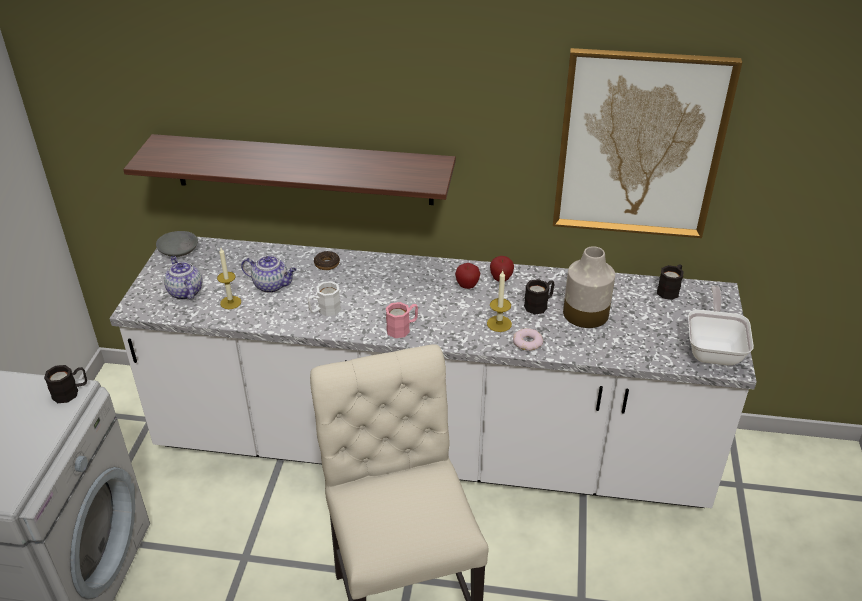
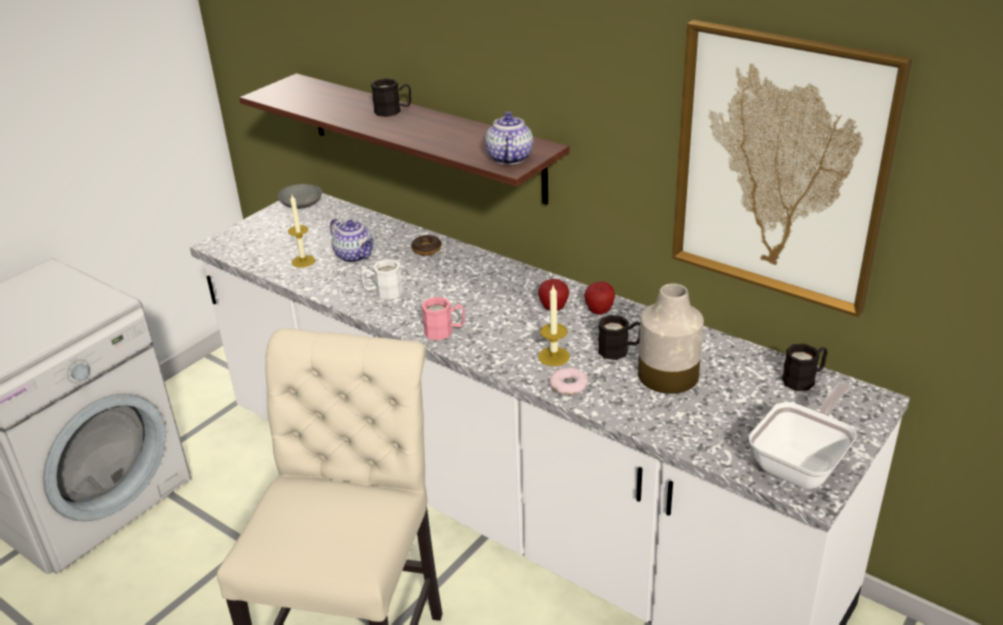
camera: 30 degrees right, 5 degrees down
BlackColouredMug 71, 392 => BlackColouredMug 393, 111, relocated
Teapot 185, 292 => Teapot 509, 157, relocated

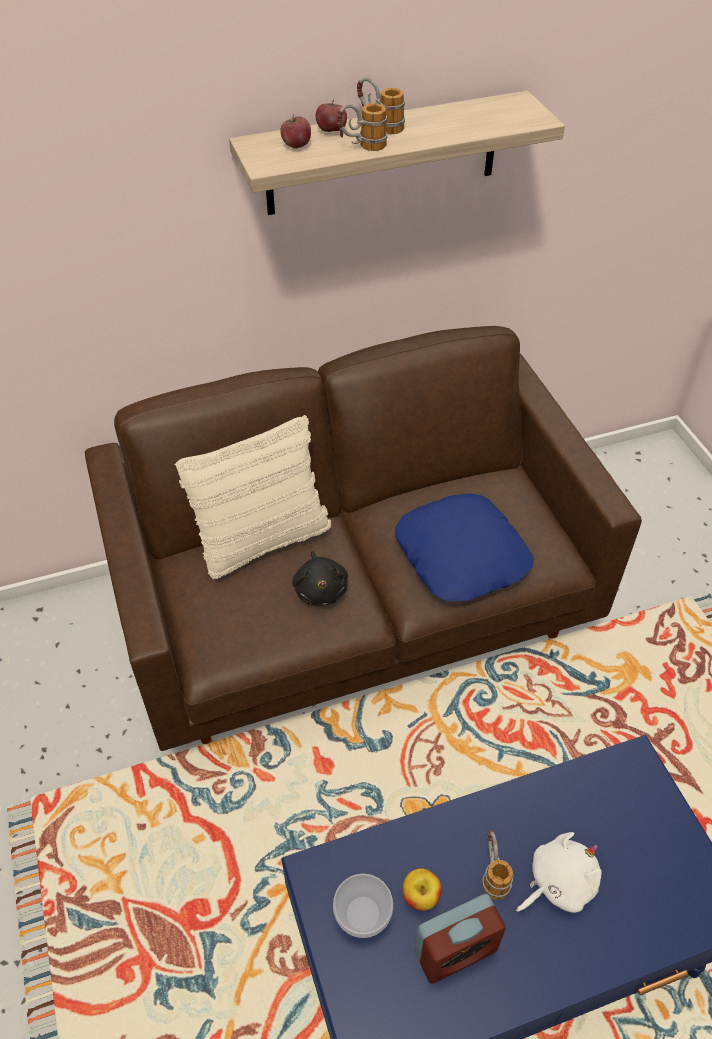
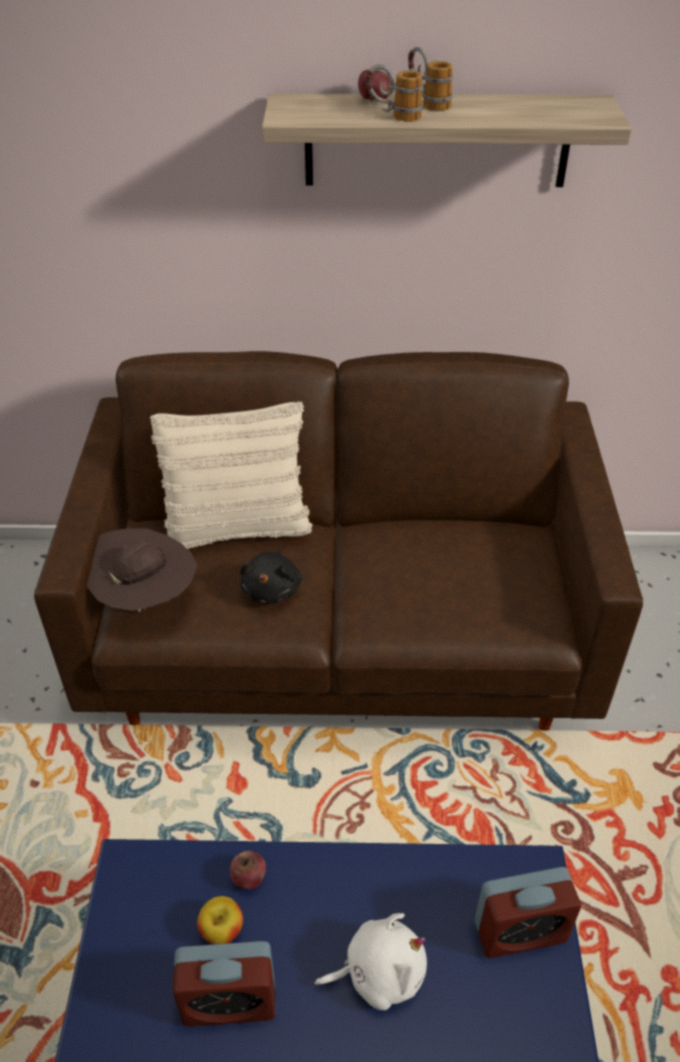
camera: 20 degrees right, 5 degrees down
WholeApple 296, 145 => WholeApple 249, 877, relocated
ServingBowl 361, 912 => nothing
BlueColouredPillow 462, 555 => nothing
Mug 492, 872 => nothing
nothing => BrownColouredWearableHat 146, 598
nothing => TableClock 520, 931

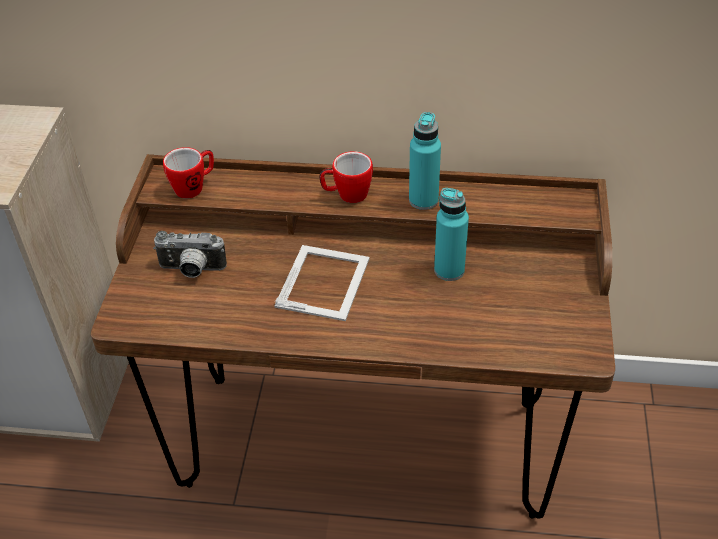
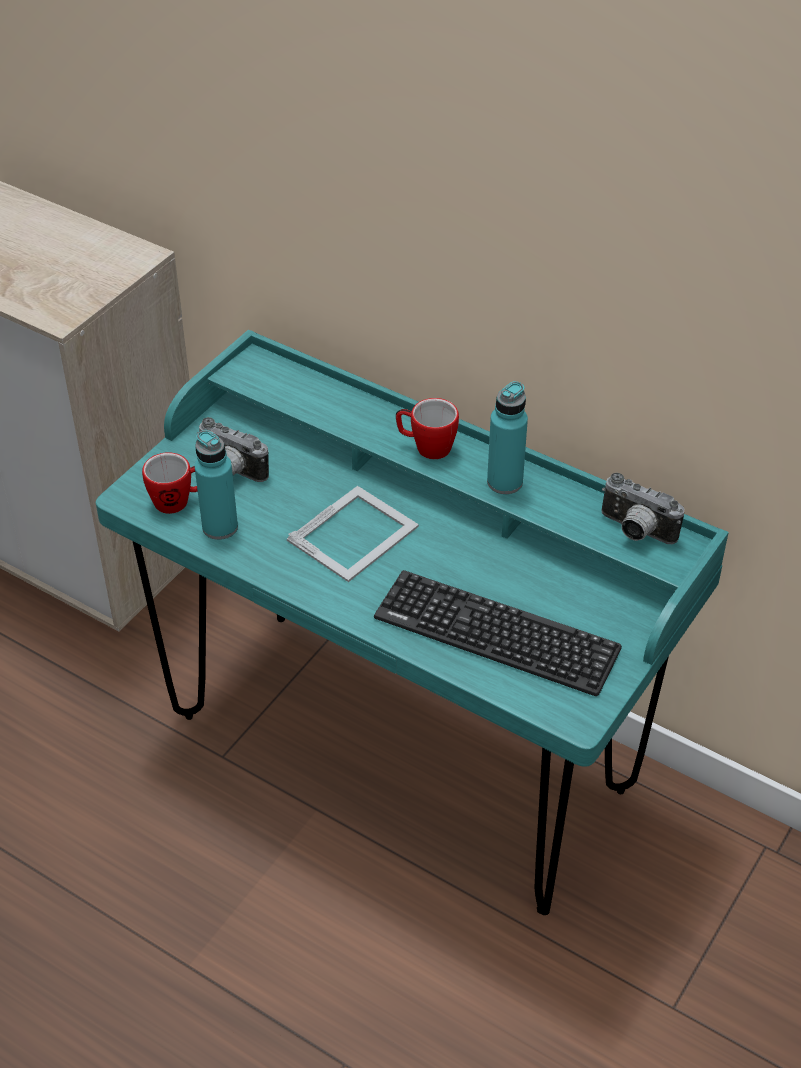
camera: 25 degrees right, 0 degrees up
BrownColouredDeskTable 365, 442 => TurquoiseColouredDeskTable 402, 751
Mug 194, 187 => Mug 179, 501, relocated
TurquoiseColouredDrinkBottle 449, 270 => TurquoiseColouredDrinkBottle 220, 527, relocated
nothing => Keyboard 496, 633
nothing => StillCamera 635, 531

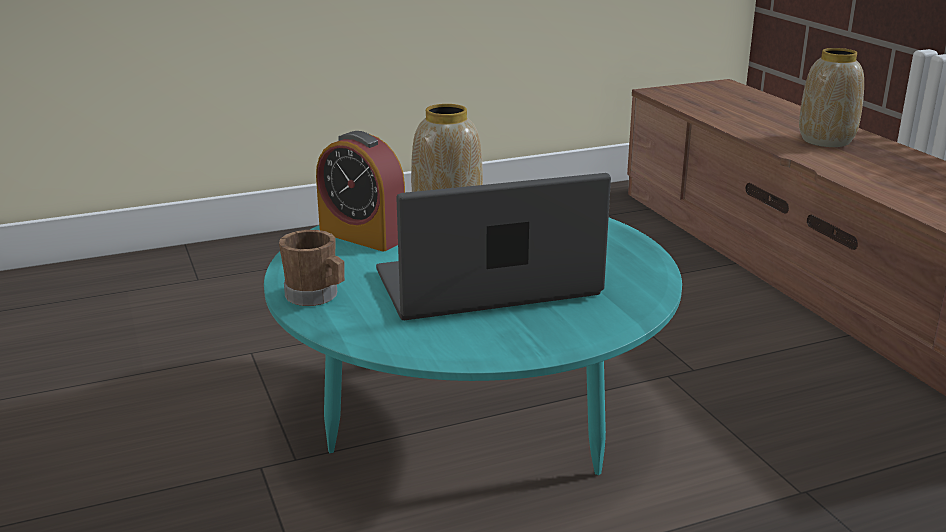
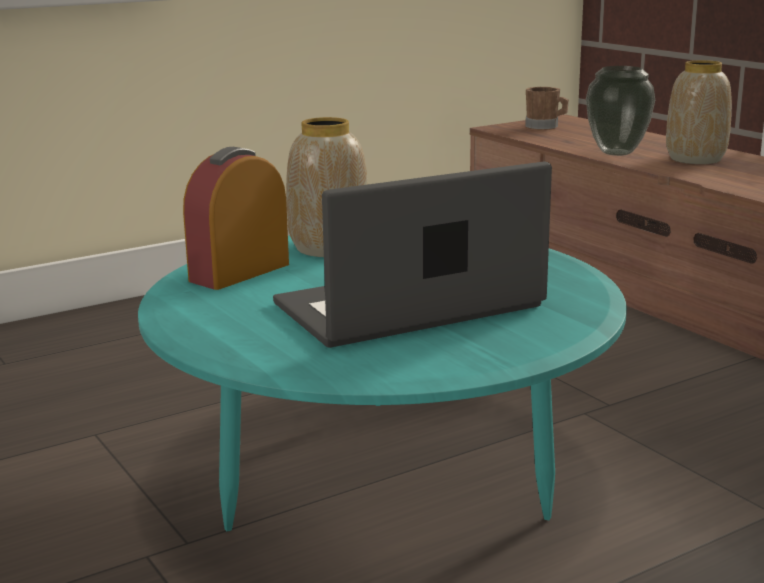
camera: 10 degrees left, 5 degrees down
BrownColouredMug 316, 296 => BrownColouredMug 545, 127, relocated
TableClock 362, 236 => TableClock 239, 272, 105 degrees clockwise
nothing => FlowerVase 616, 153

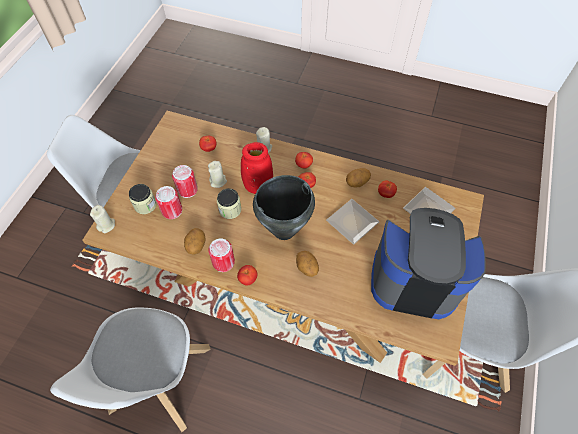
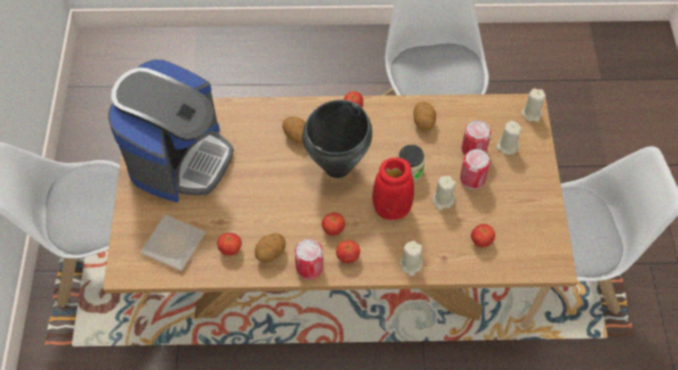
camera: 160 degrees right, 0 degrees up
Jar 145, 205 => SandColouredWaxLight 507, 146
SealedCan 223, 262 => SealedCan 309, 267, relocated
DinnerPlate 352, 221 => nothing
CoffeeBrewer 414, 279 => CoffeeBrewer 180, 158, 60 degrees counterclockwise

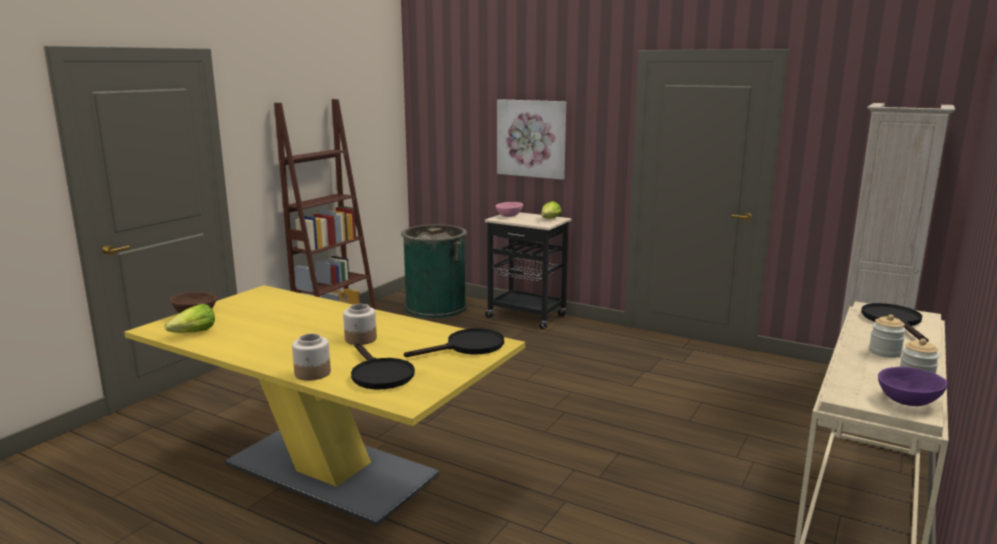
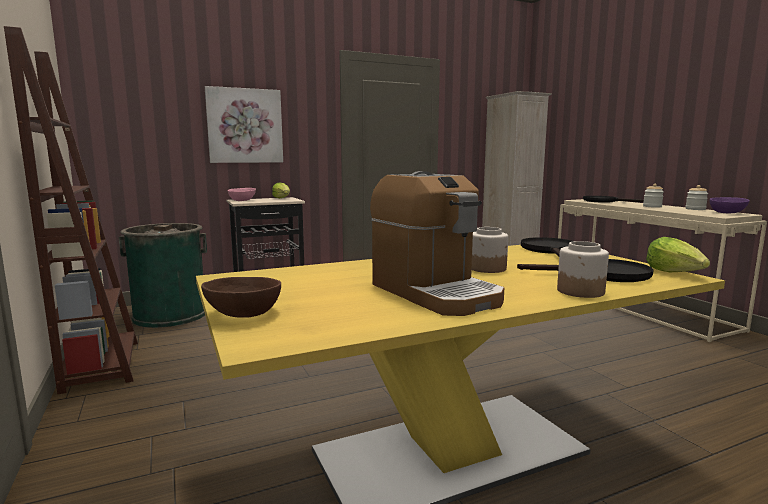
camera: 55 degrees left, 5 degrees down
Lettuce 194, 333 => Lettuce 675, 273, relocated
nothing => CoffeeBrewer 435, 293

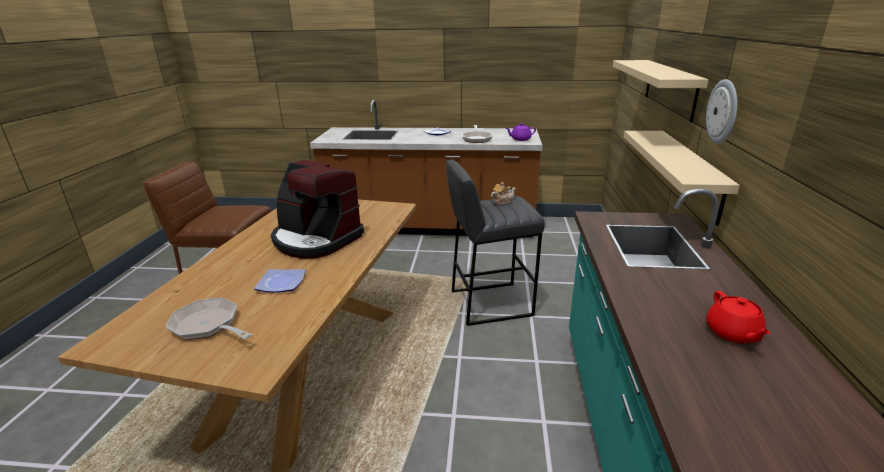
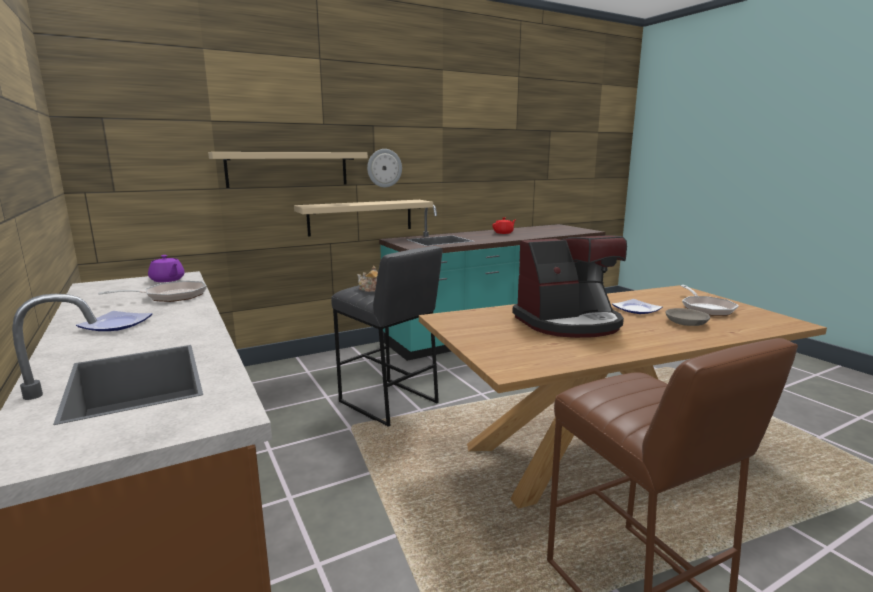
camera: 125 degrees left, 10 degrees down
CoffeeBrewer 316, 239 => CoffeeBrewer 569, 323, 75 degrees clockwise
nothing => GrayServingBowl 686, 323

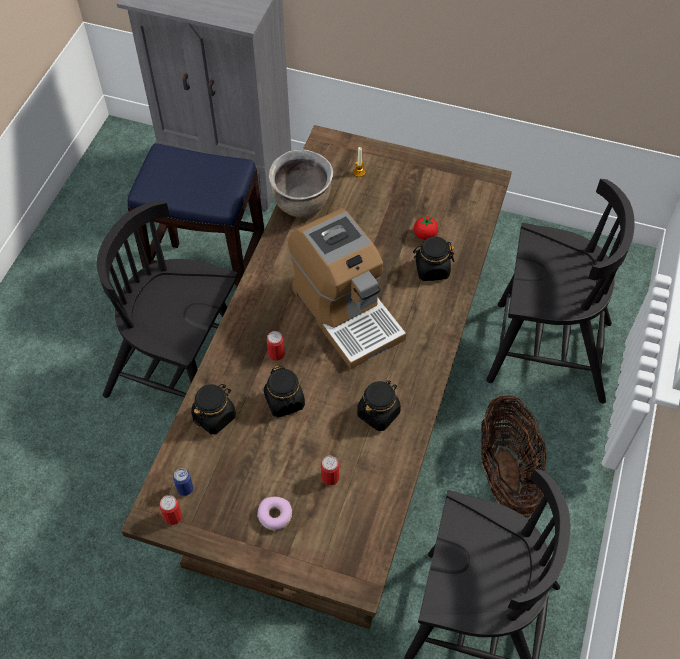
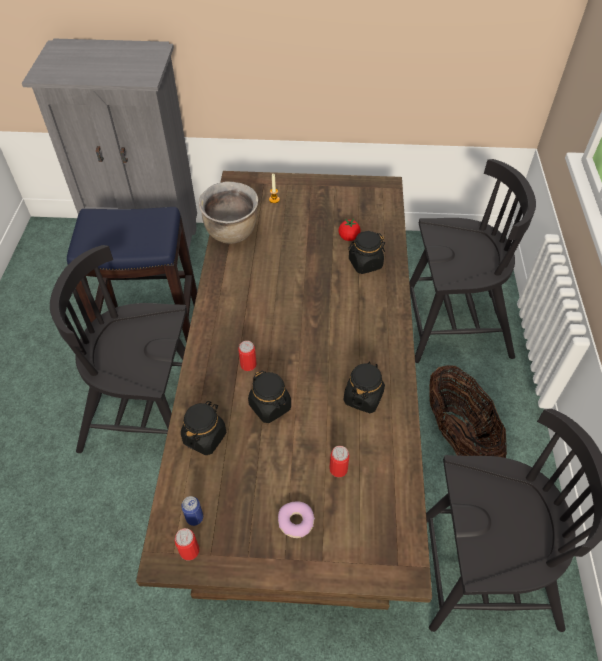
camera: 15 degrees left, 5 degrees down
CoffeeBrewer 346, 312 => nothing

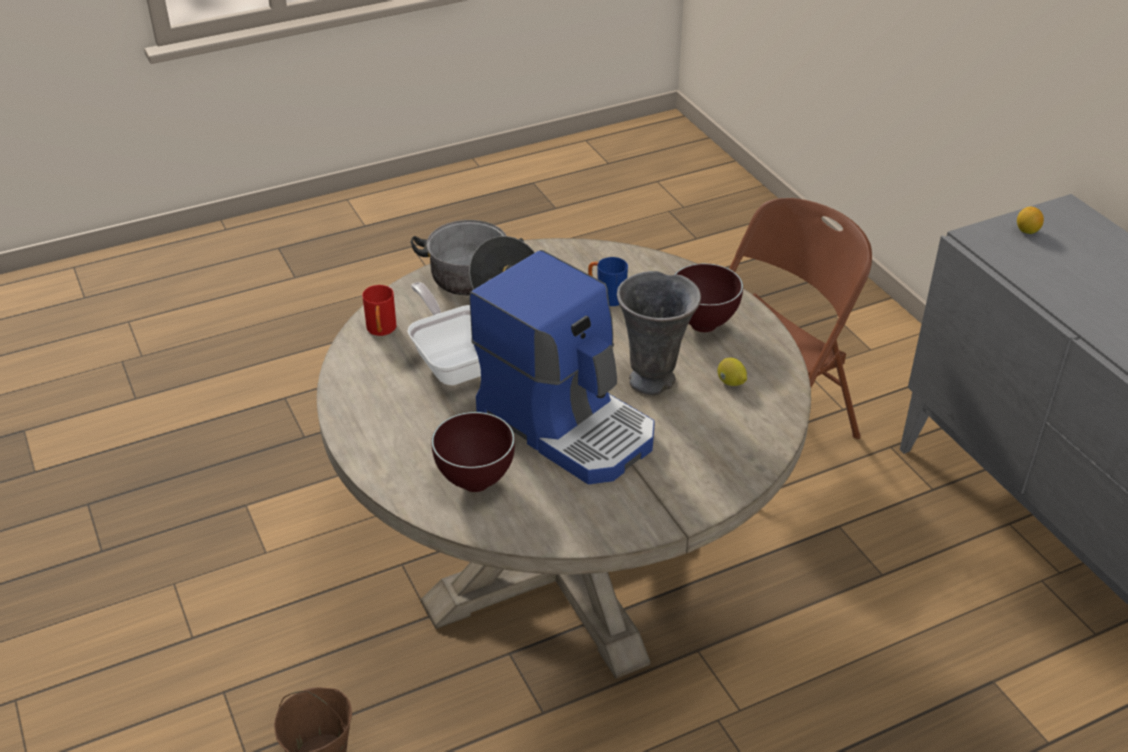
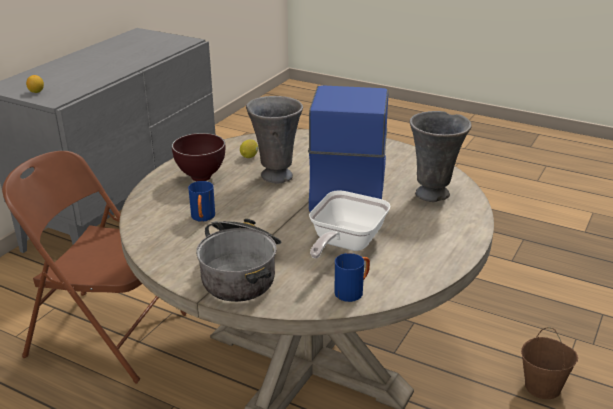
camera: 125 degrees left, 10 degrees down
ReddishMug 381, 331 => BlueColouredMug 353, 291
BrownColouredServingBowl 473, 483 => GrayFlowerVase 433, 195

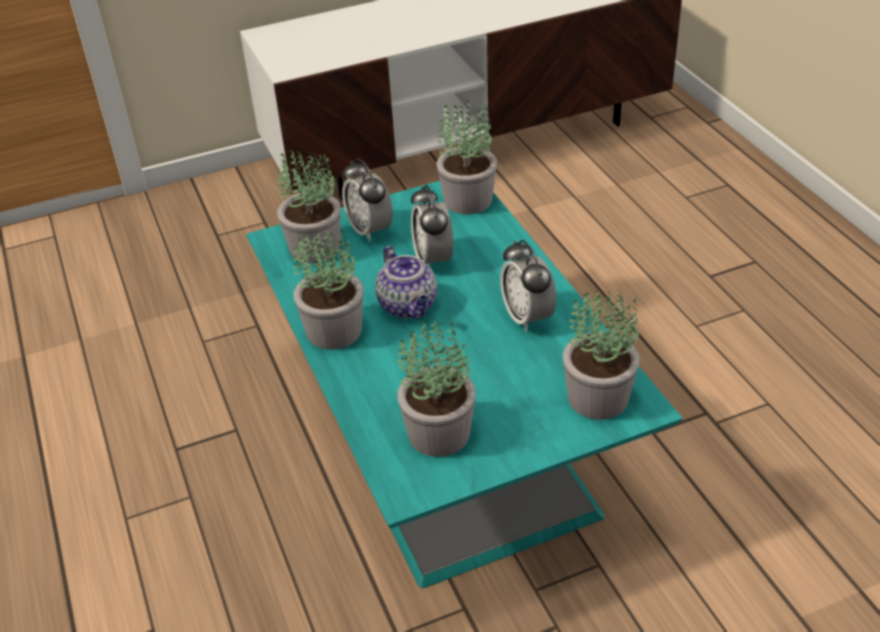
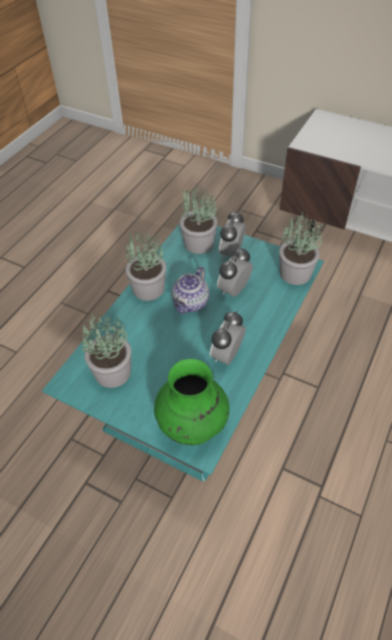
camera: 50 degrees right, 10 degrees up
PlantInAPot 599, 398 => GreenishFlowerVase 192, 425

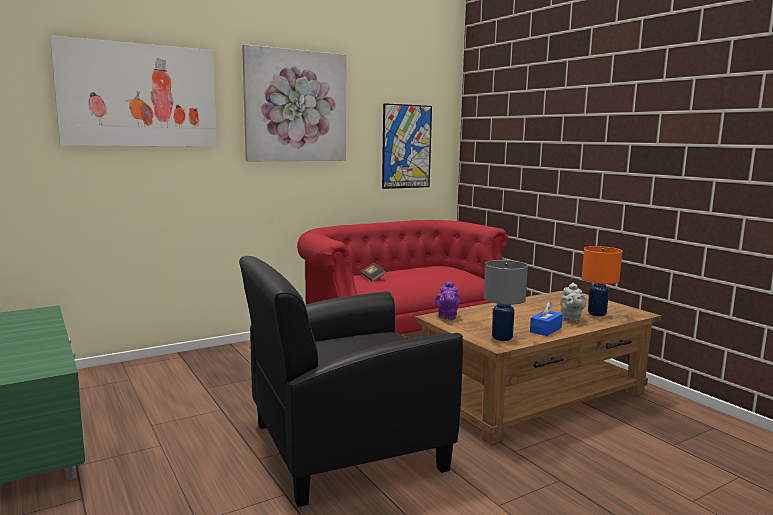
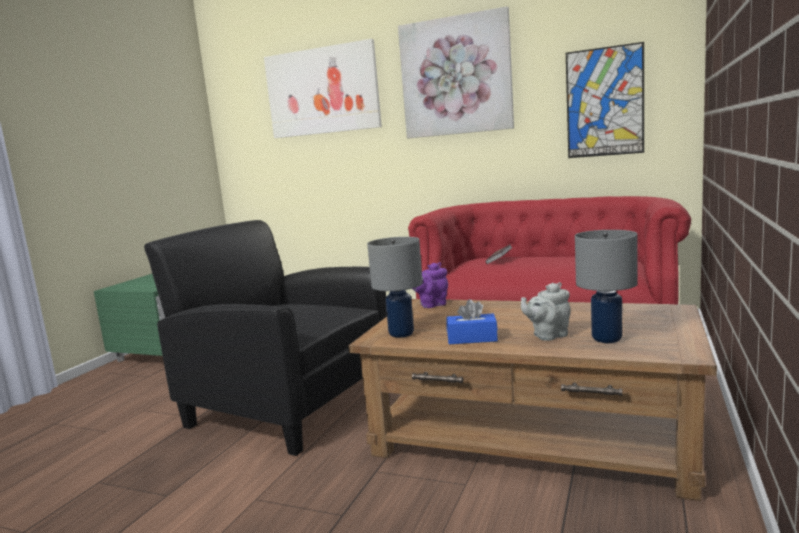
camera: 55 degrees right, 0 degrees up
OrangeColouredLampForATable 597, 314 => GrayLampForATable 605, 339

